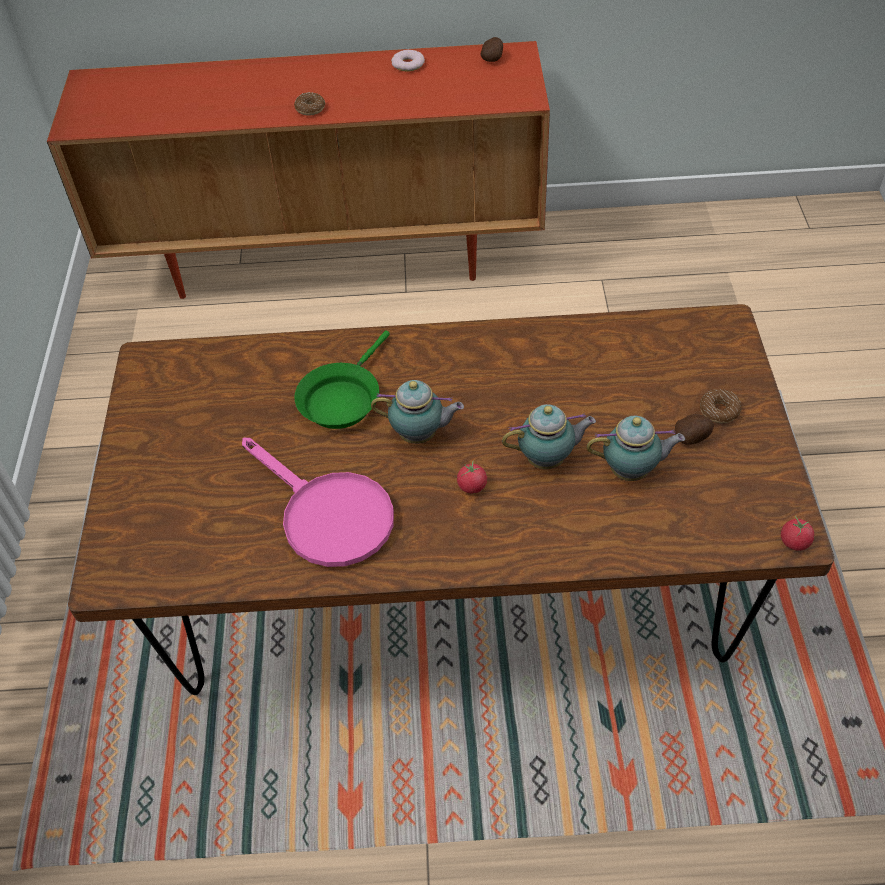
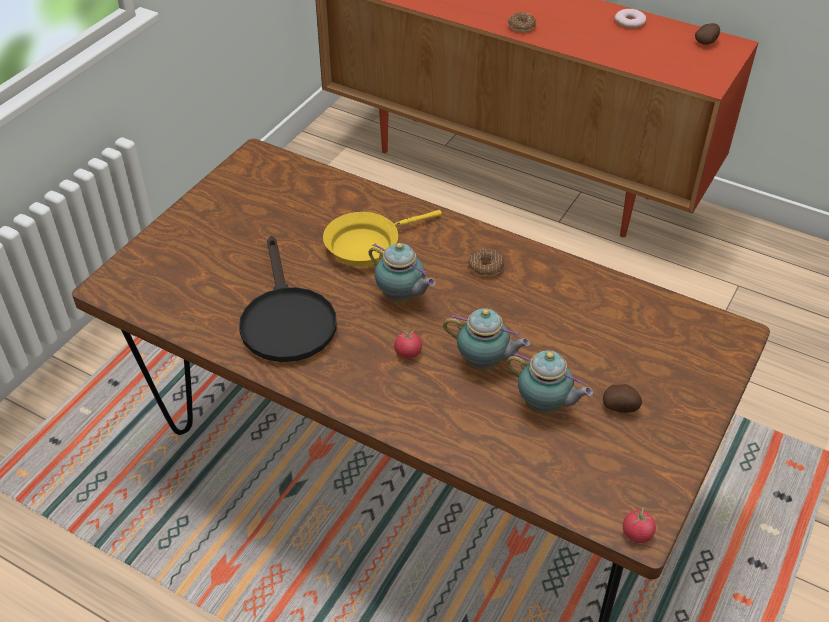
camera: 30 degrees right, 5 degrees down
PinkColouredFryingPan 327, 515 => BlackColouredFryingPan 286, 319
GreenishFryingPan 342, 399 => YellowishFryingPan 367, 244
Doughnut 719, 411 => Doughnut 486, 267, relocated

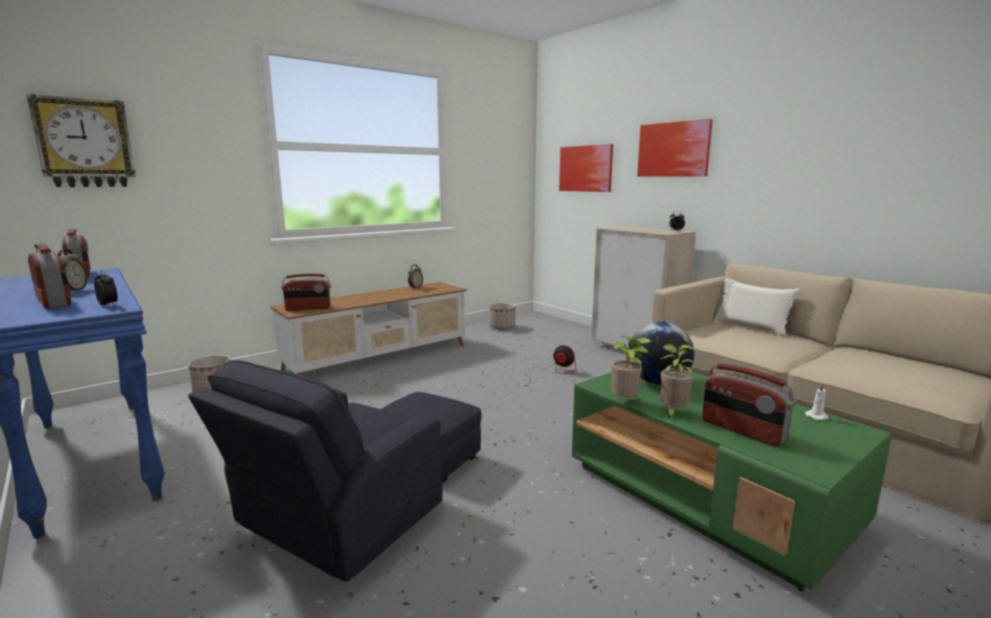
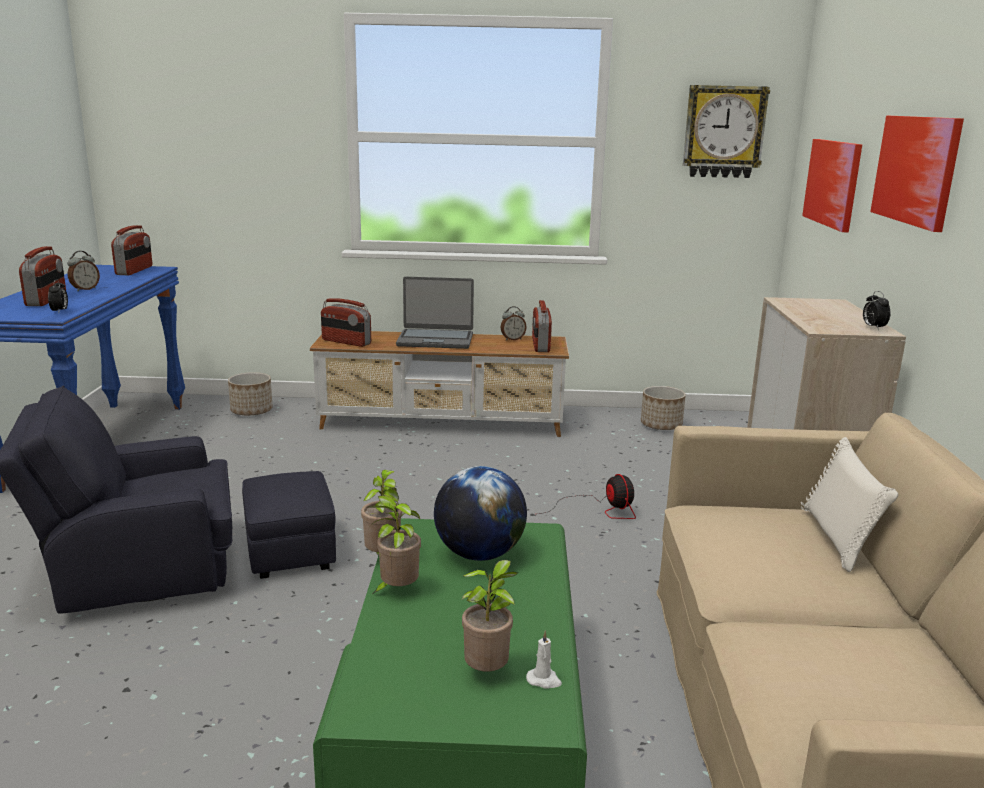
camera: 40 degrees right, 5 degrees up
HangingClock 85, 143 => HangingClock 723, 132, relocated
Radio 742, 431 => Radio 540, 345, relocated
nothing => NotebookComputer 435, 340
nothing => PlantInAPot 488, 672

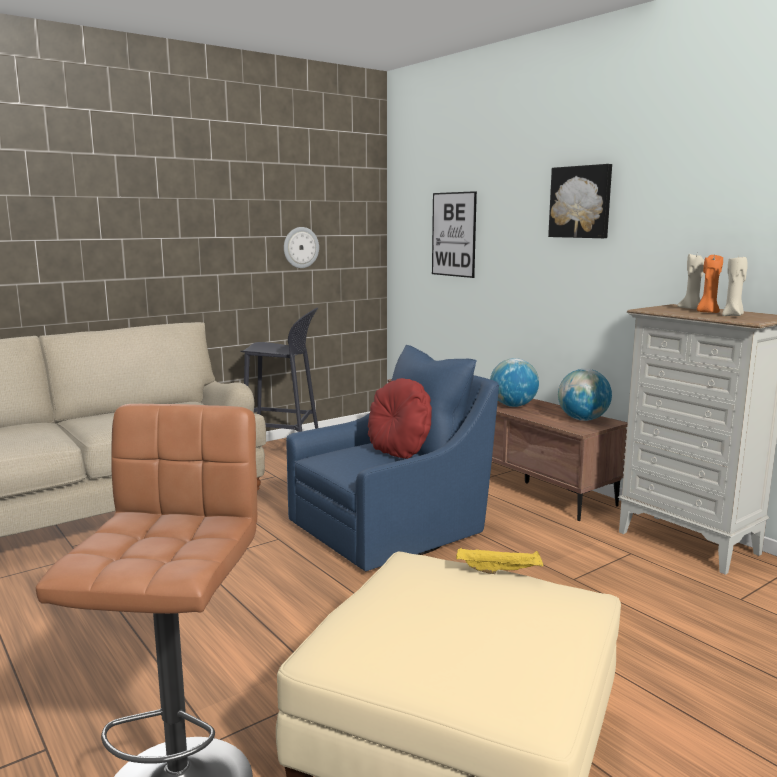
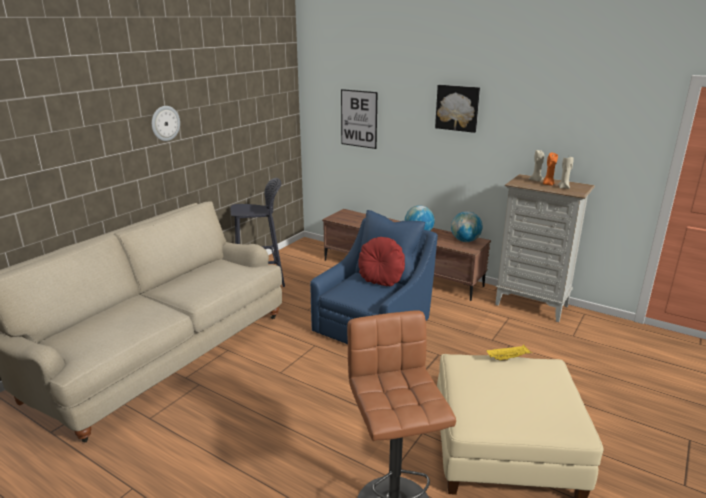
camera: 20 degrees left, 10 degrees up
HangingClock 300, 247 => HangingClock 165, 123, relocated

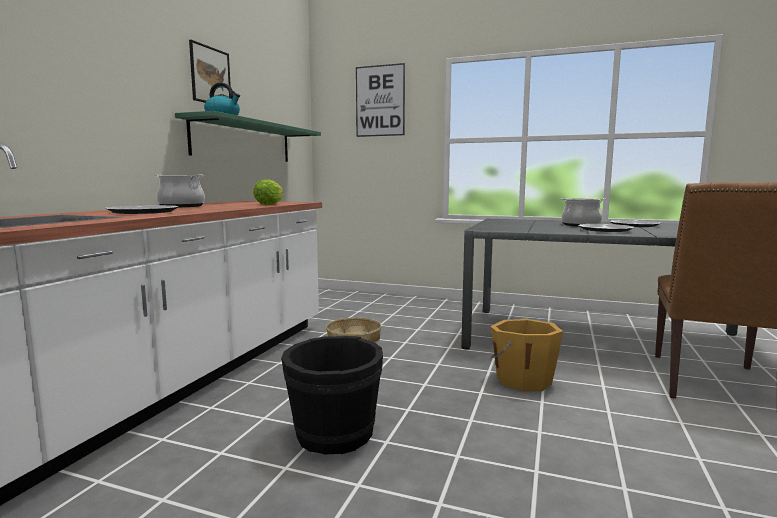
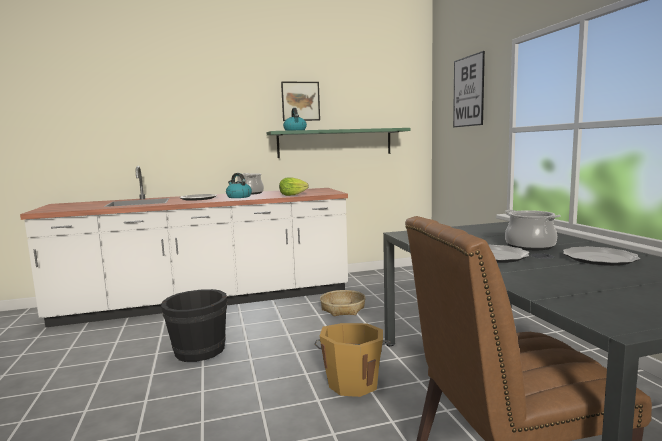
camera: 55 degrees right, 0 degrees up
nothing => TeaKettle 238, 197

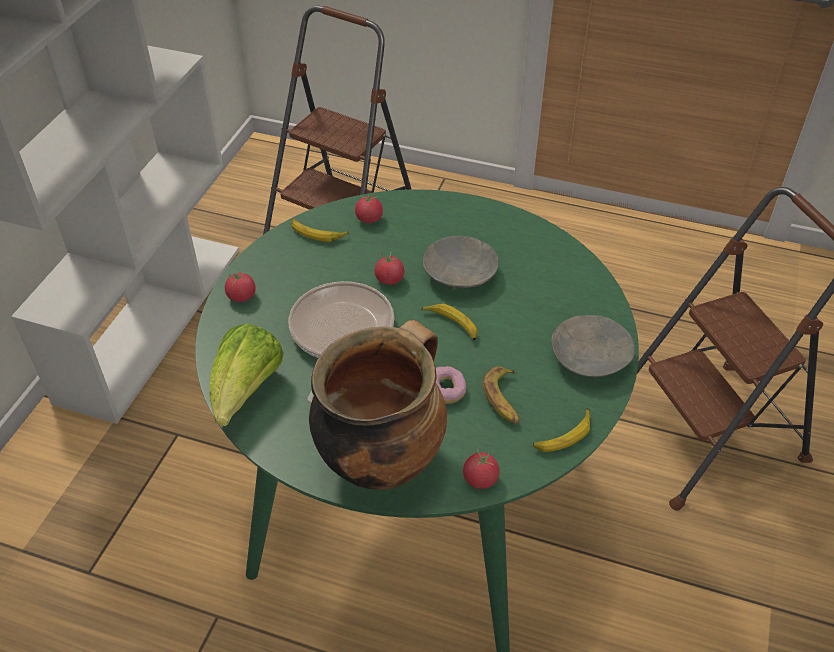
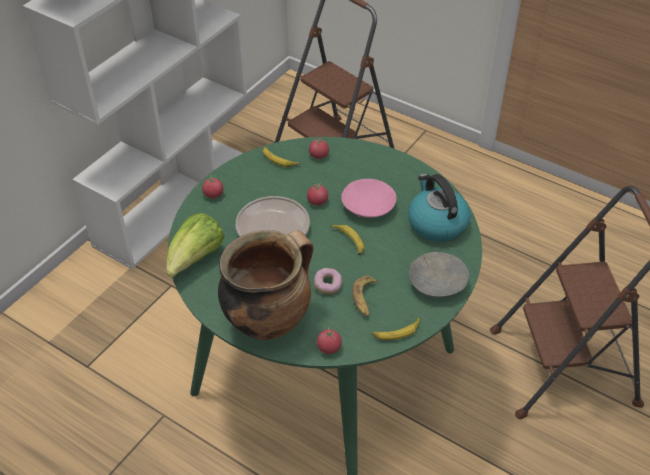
camera: 15 degrees right, 0 degrees up
GrayServingBowl 460, 274 => PinkColouredServingBowl 369, 207
nothing => TeaKettle 436, 223

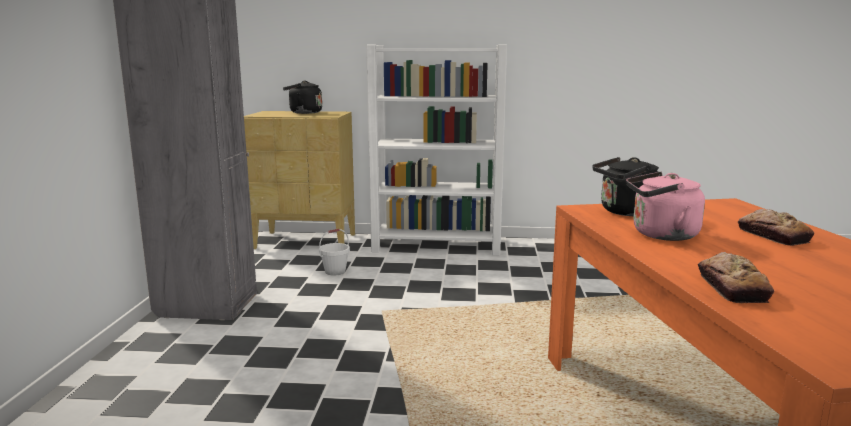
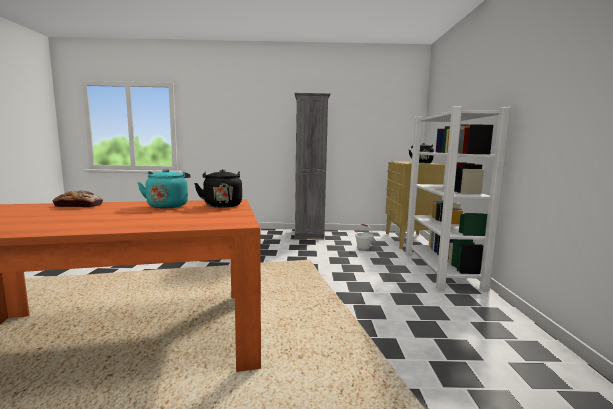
camera: 85 degrees right, 5 degrees down
PinkColouredTeaKettle 661, 235 => TurquoiseColouredTeaKettle 168, 206
BakeryBread 773, 236 => nothing

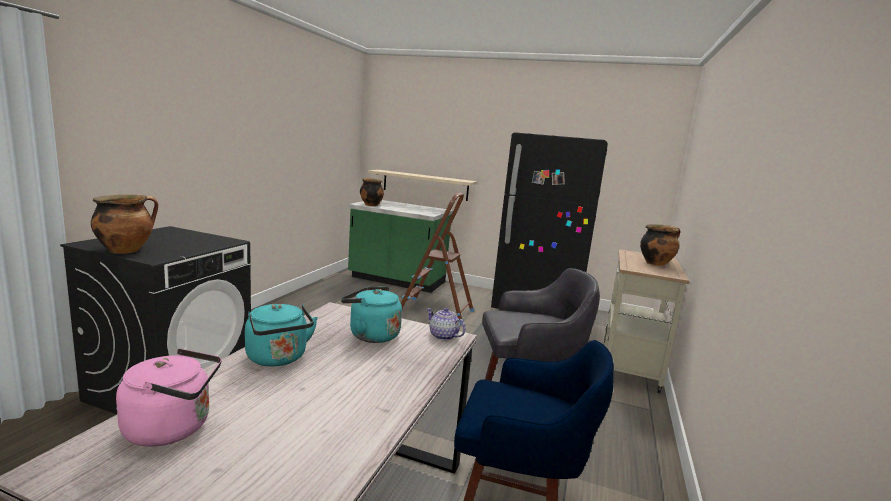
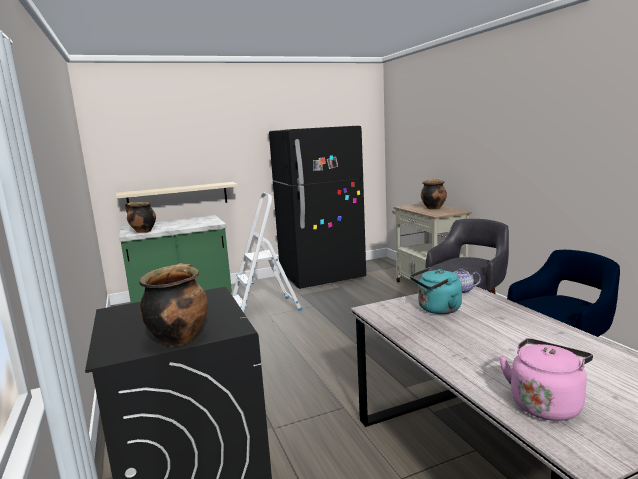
camera: 40 degrees left, 0 degrees up
TurquoiseColouredTeaKettle 278, 359 => nothing
BrownColouredStepStool 435, 311 => WhitishStepStool 263, 310

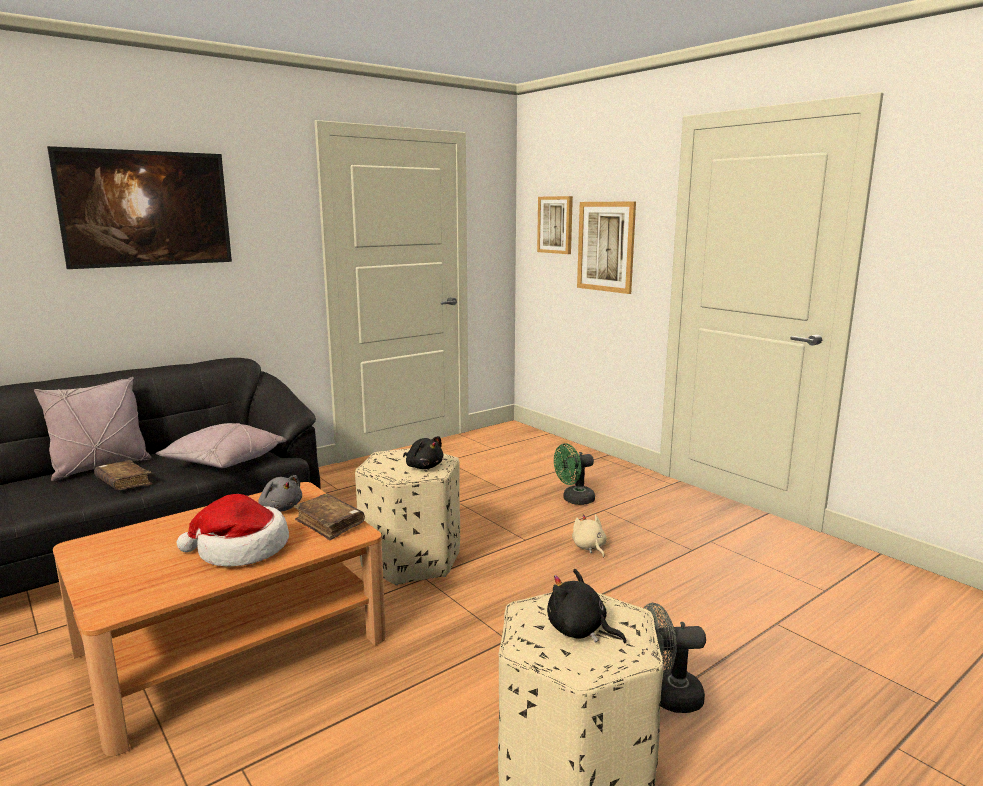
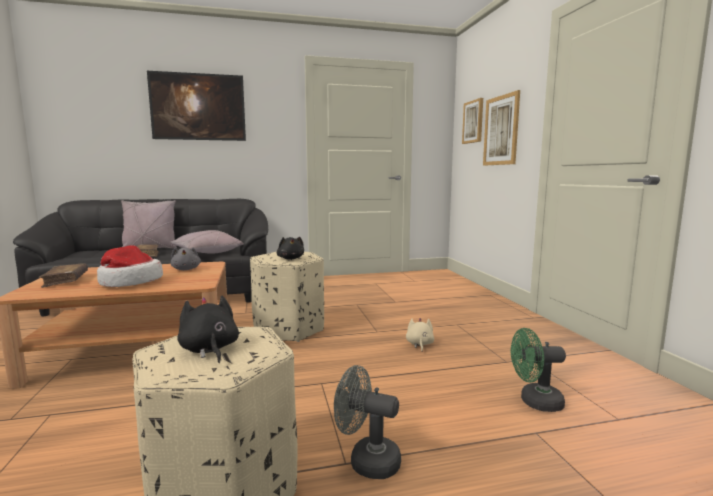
camera: 25 degrees right, 5 degrees down
BrownColouredBoundBook 329, 523 => BrownColouredBoundBook 65, 281, relocated
GreenishElectricFan 574, 500 => GreenishElectricFan 535, 402, relocated

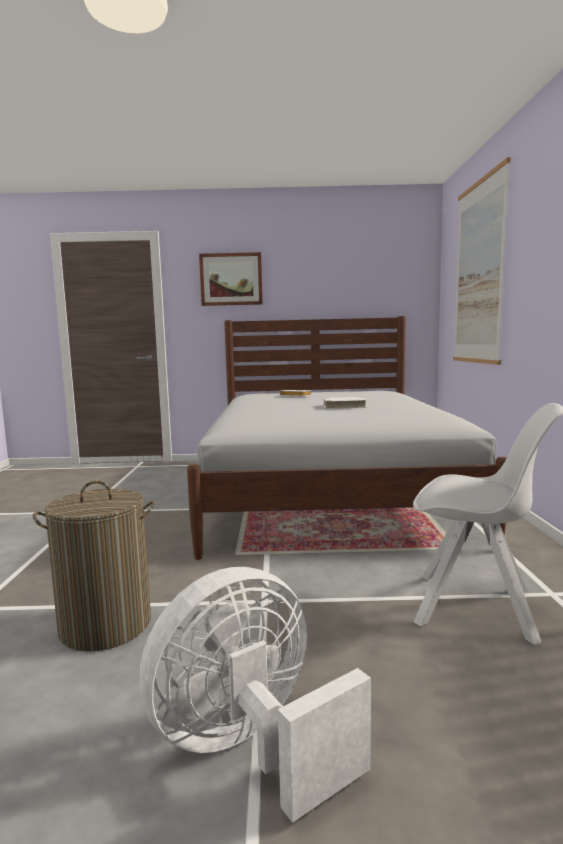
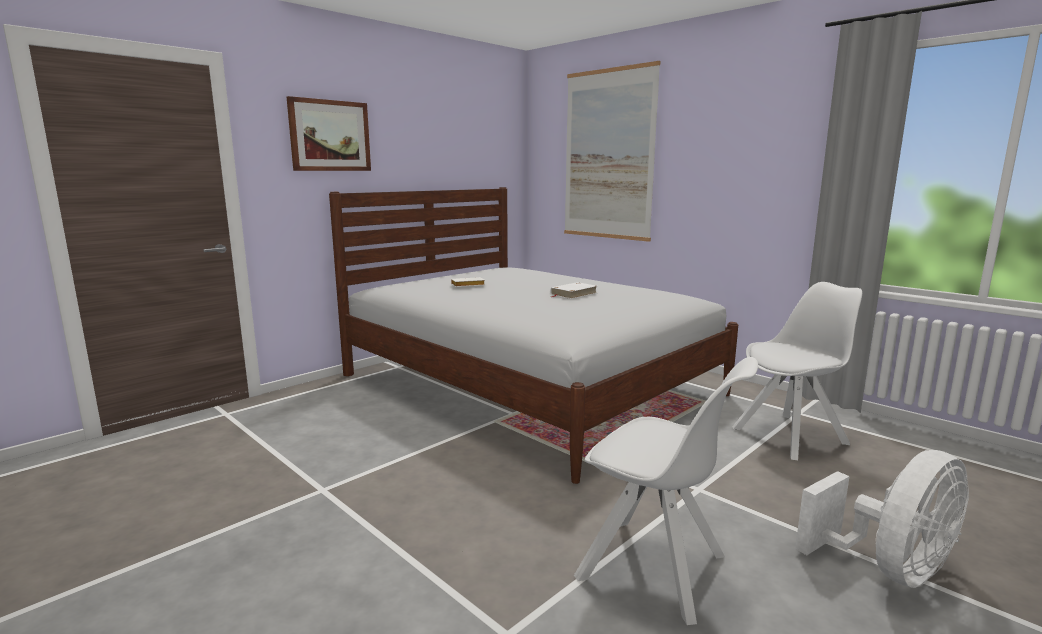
camera: 45 degrees left, 5 degrees up
LaundryBasket 105, 625 => WhitishPlainChair 654, 568
WhitishElectricFan 250, 748 => WhitishElectricFan 889, 569, 135 degrees counterclockwise

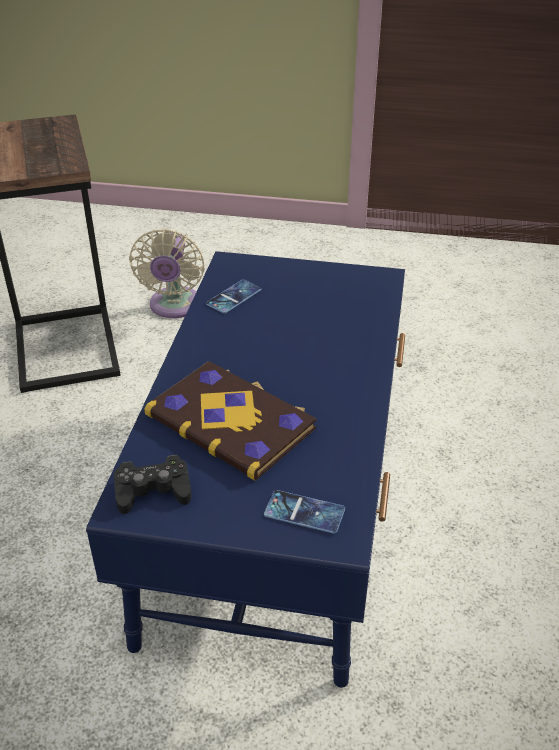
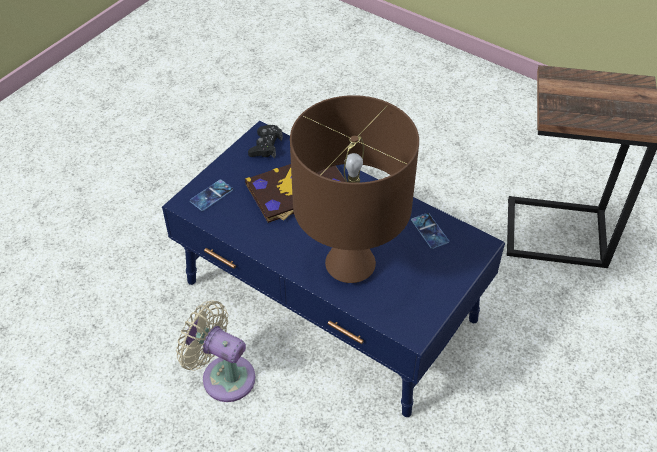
camera: 115 degrees right, 10 degrees up
SandColouredElectricFan 174, 307 => SandColouredElectricFan 223, 375, relocated
nothing => BrownColouredLampForATable 350, 267

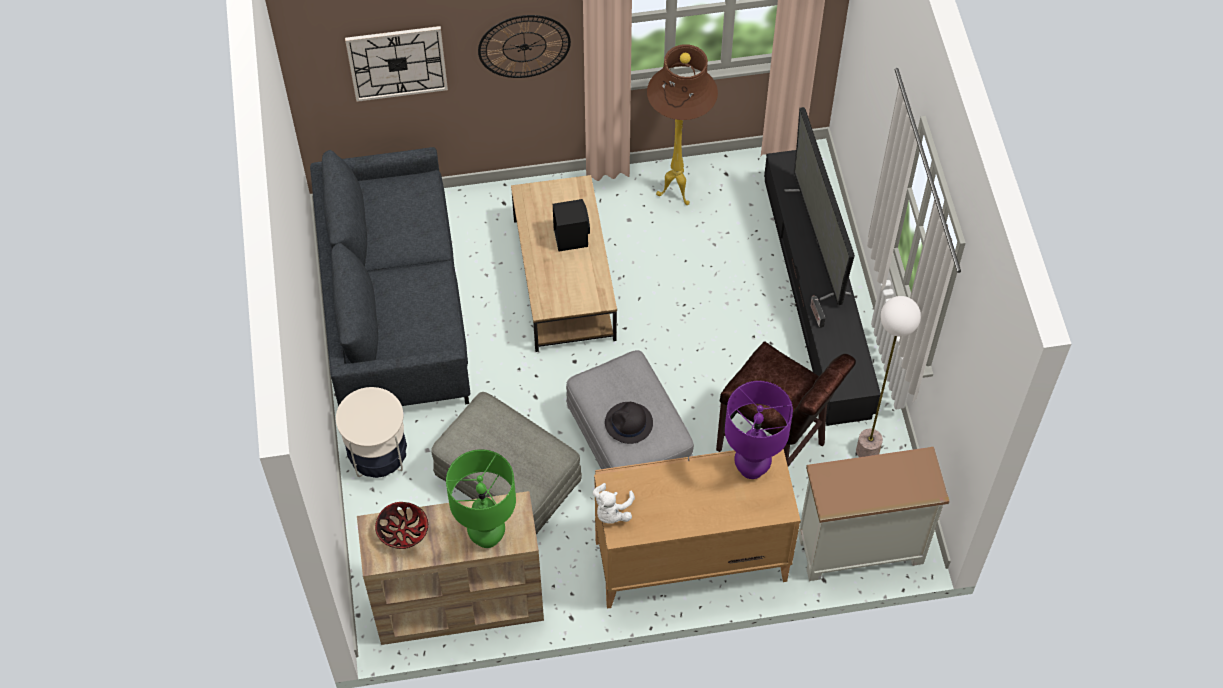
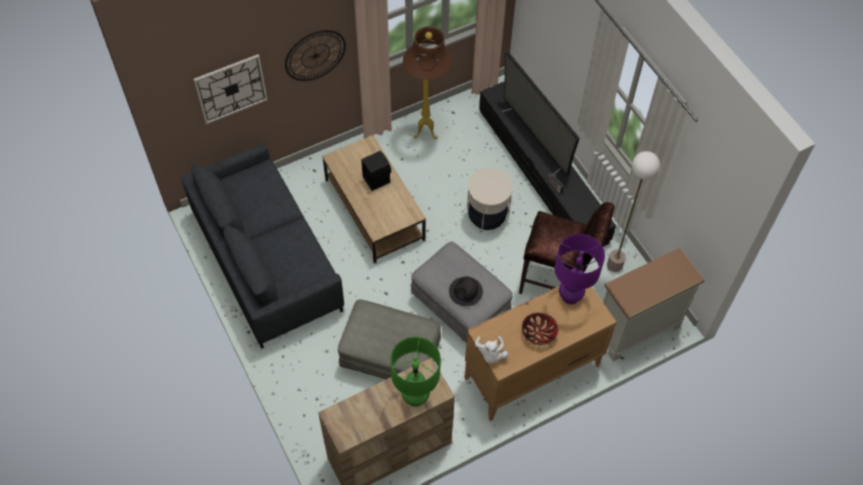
camera: 20 degrees left, 0 degrees up
SandColouredSideTable 378, 456 => SandColouredSideTable 487, 217, relocated
ServingBowl 403, 532 => ServingBowl 539, 333, relocated

